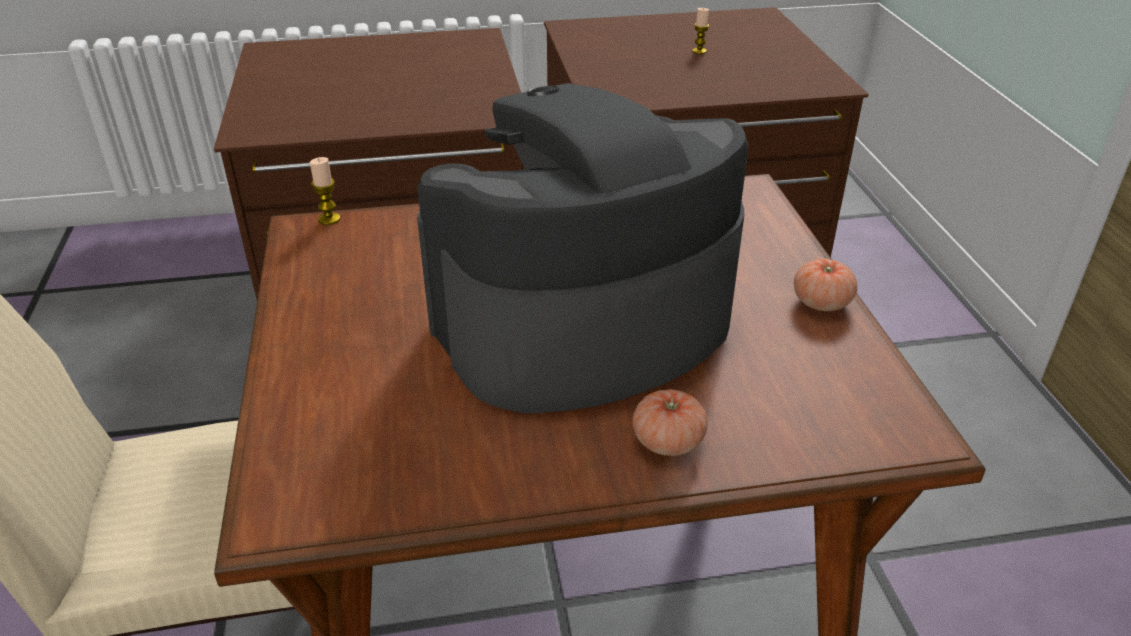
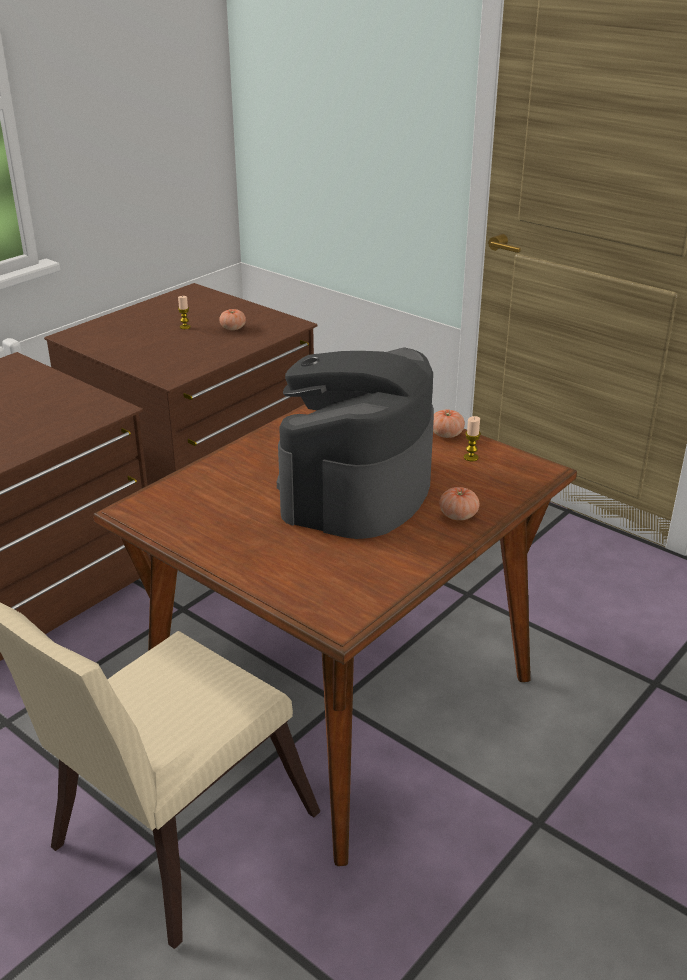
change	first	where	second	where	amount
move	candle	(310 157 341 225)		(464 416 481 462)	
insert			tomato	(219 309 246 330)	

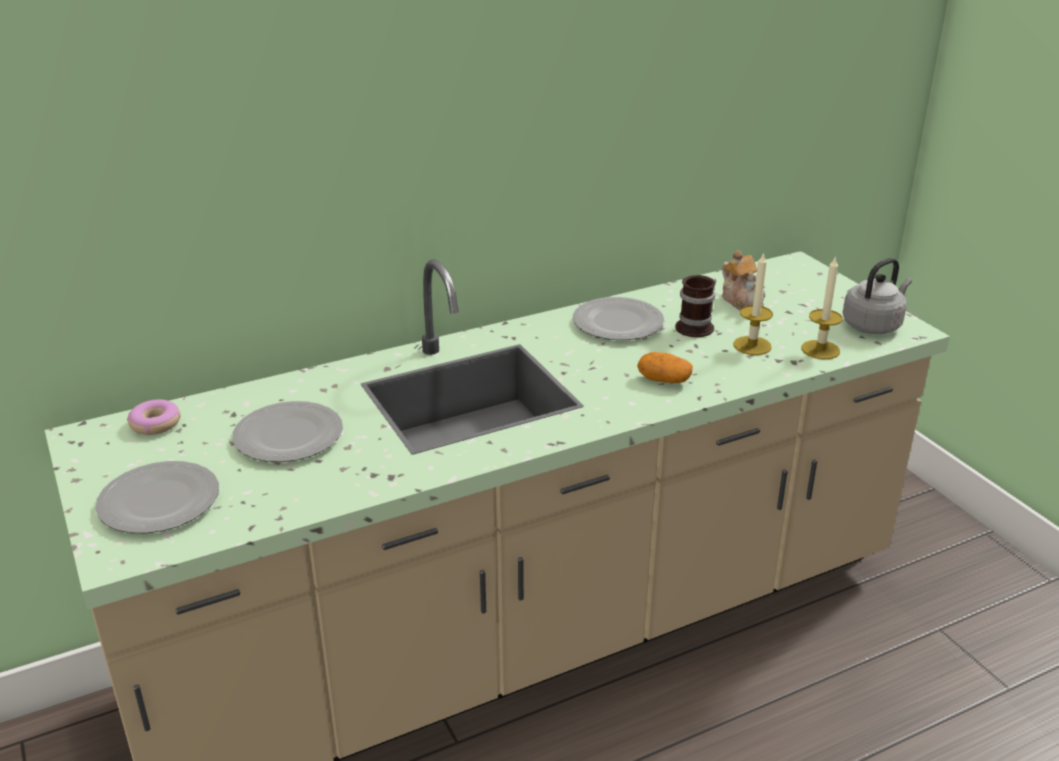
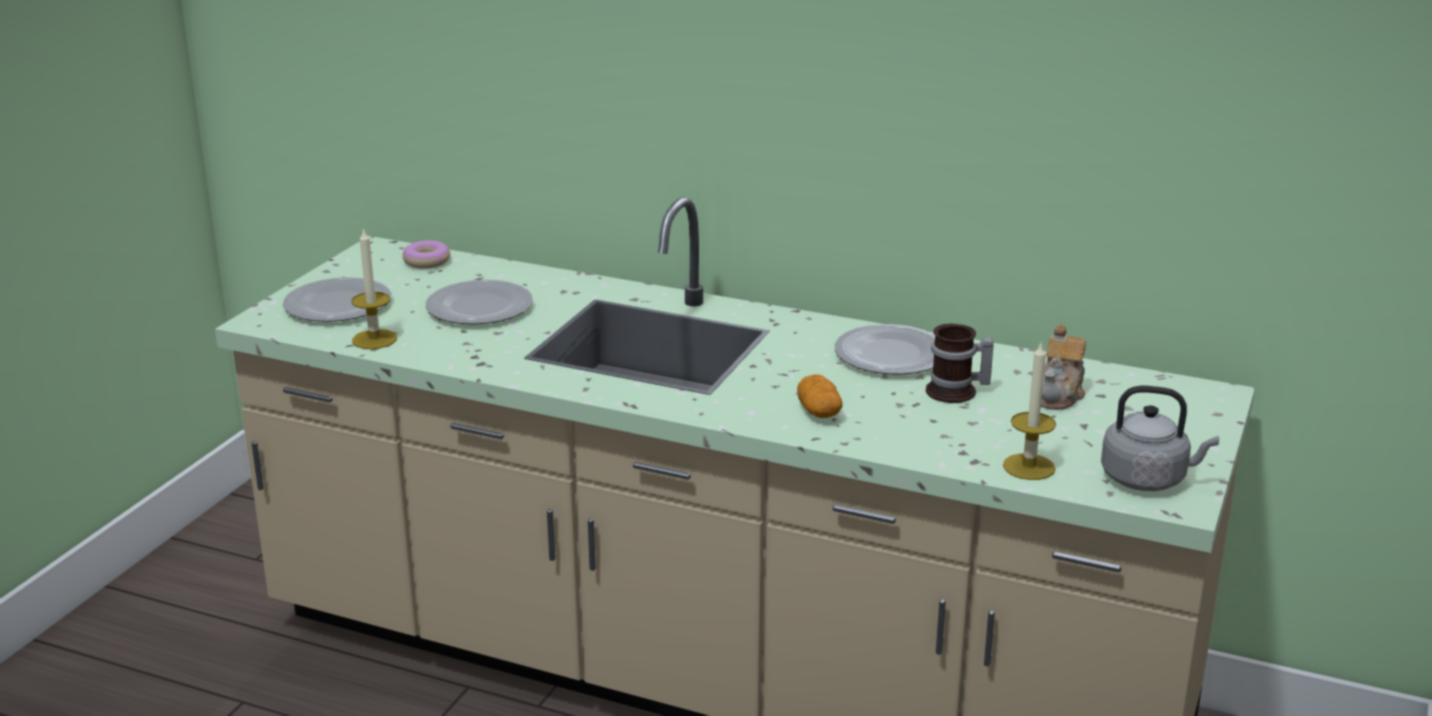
change	first	where	second	where	amount
move	candle	(733 252 773 355)		(351 227 397 349)	

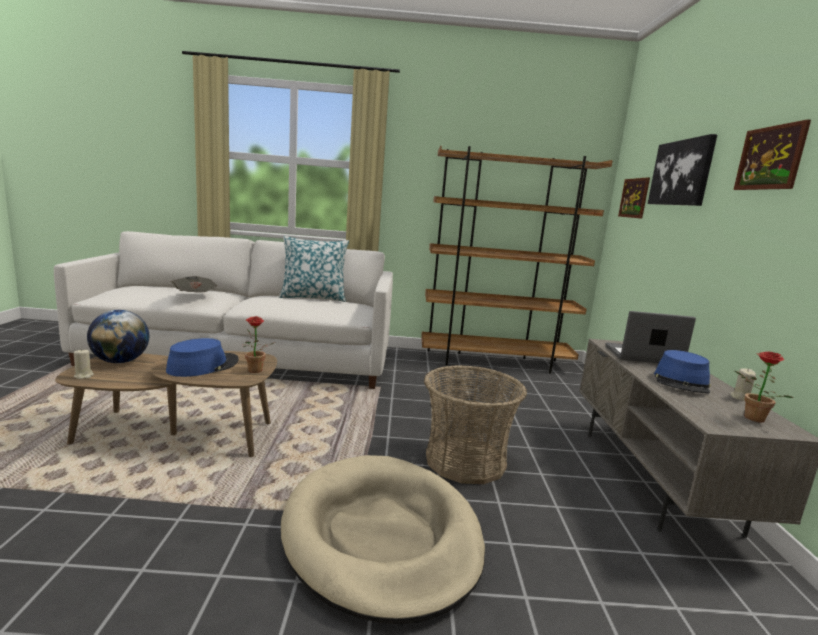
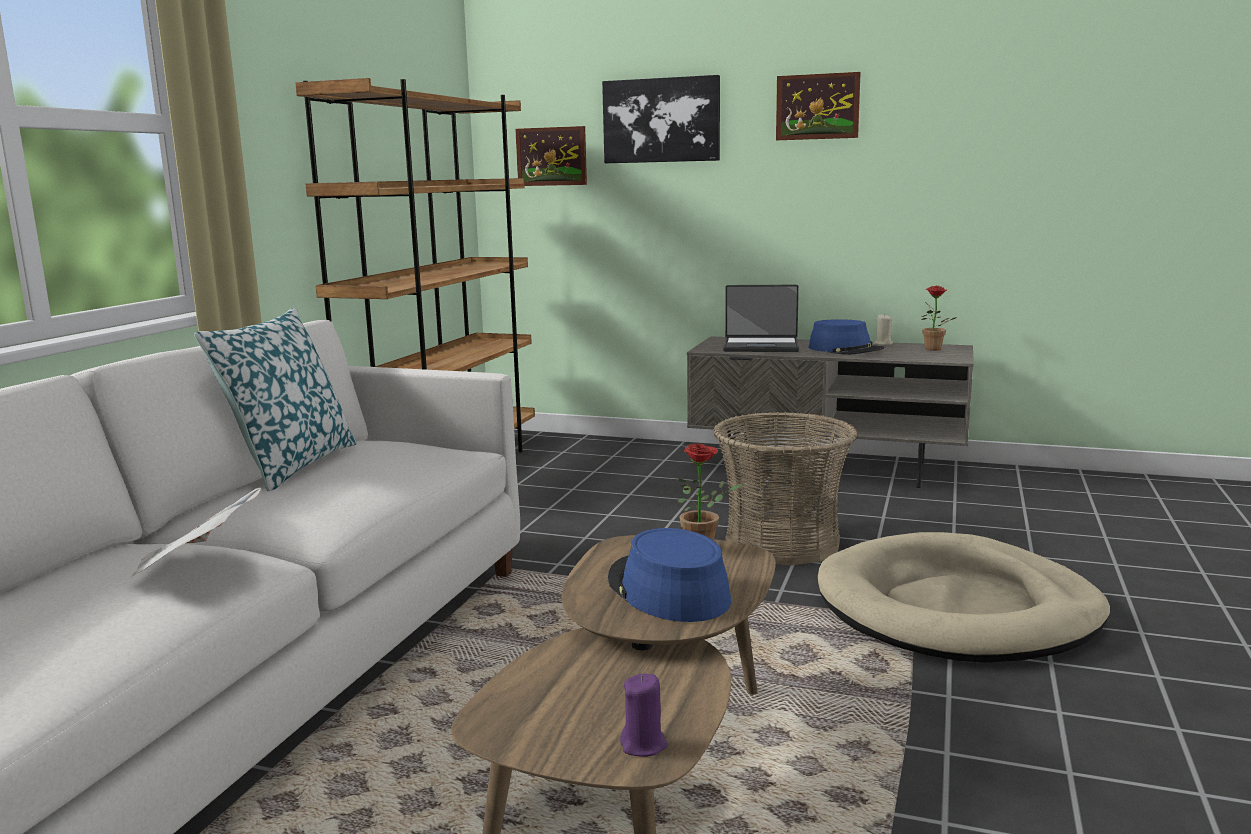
change	first	where	second	where	amount
delete	globe	(87 310 149 363)			
rotate	laptop	(606 311 696 363)		(723 285 799 352)	105 degrees counterclockwise
recolor	candle/beige	(74 349 94 379)	candle/purple	(620 673 668 757)	

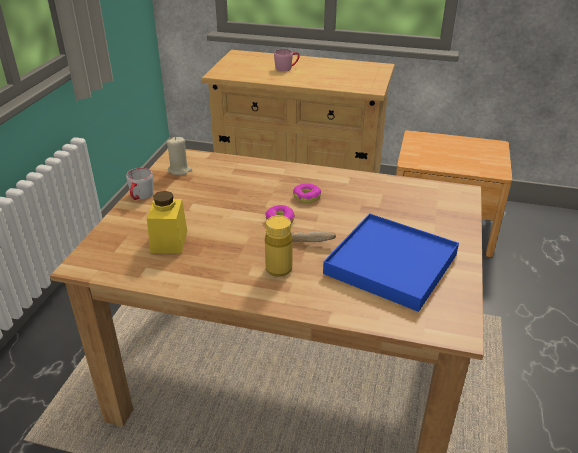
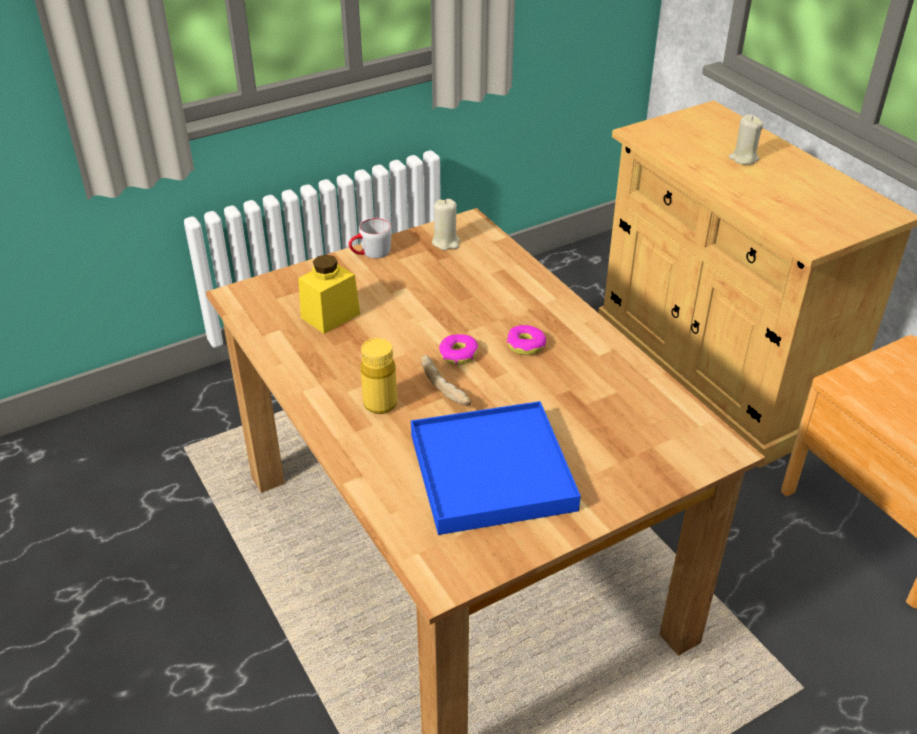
change	first	where	second	where	amount
replace	mug/pink	(274 49 300 71)	candle/beige	(729 114 764 165)	

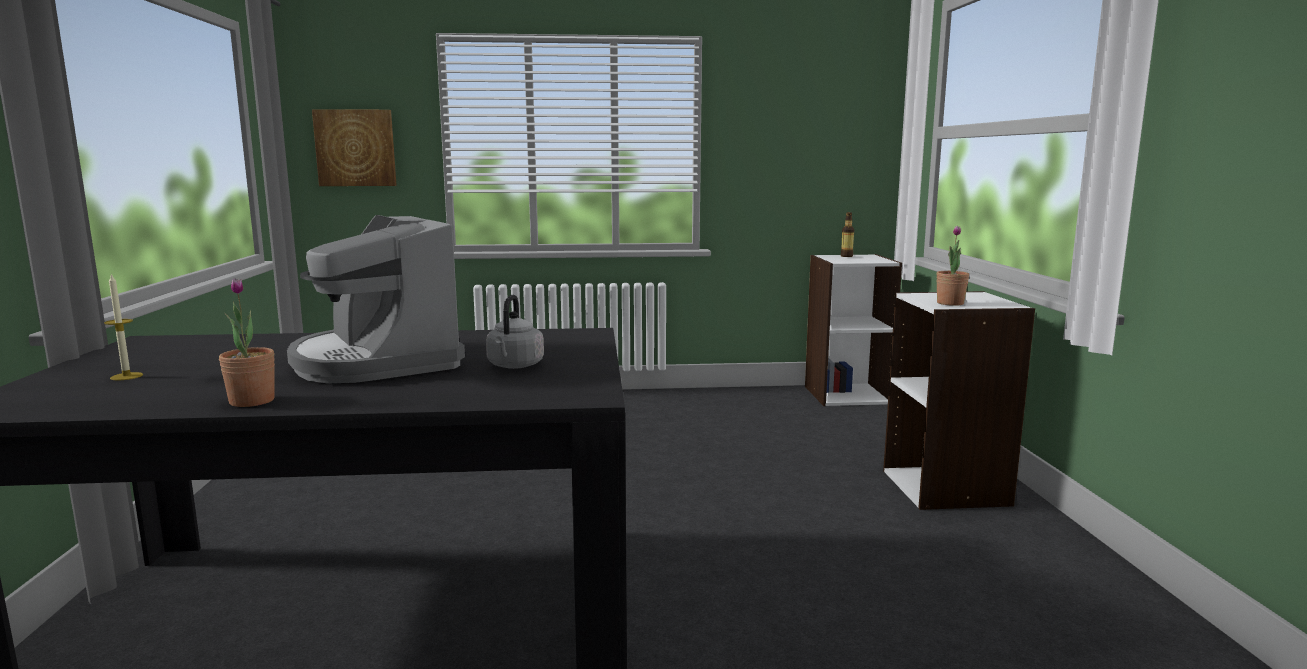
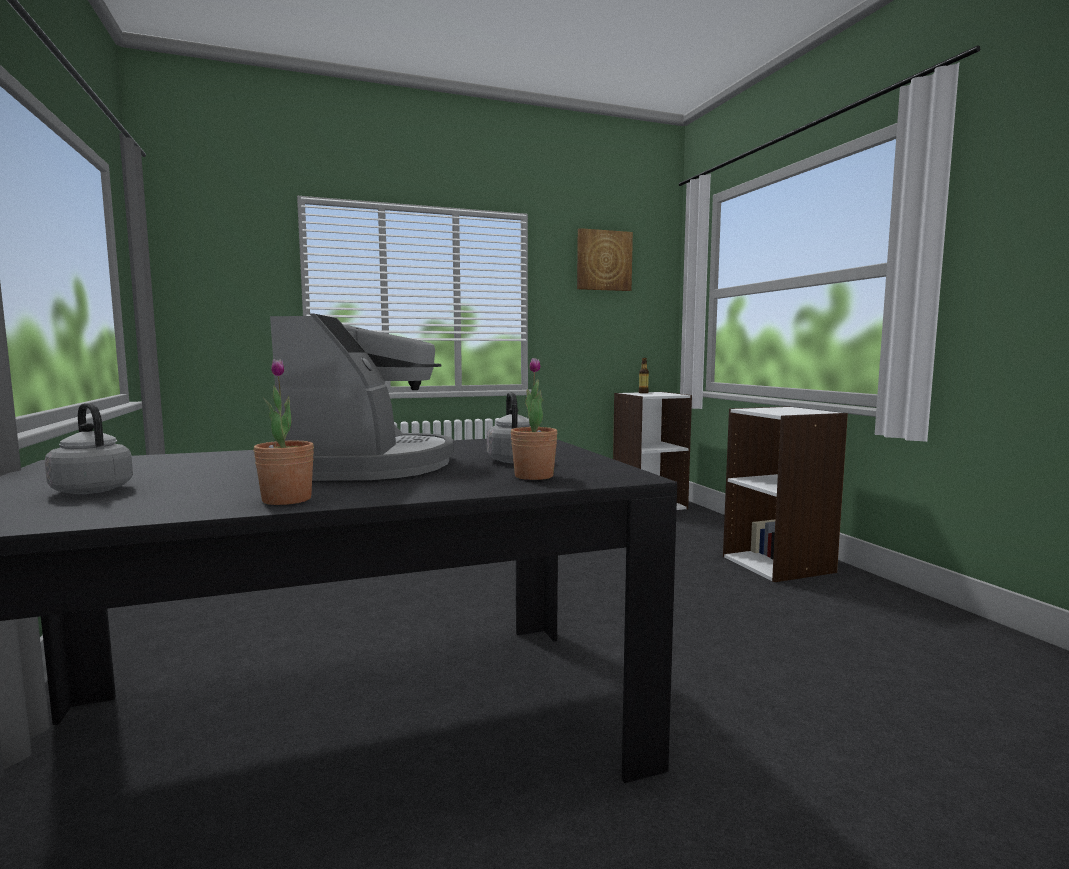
change	first	where	second	where	amount
move	picture	(312 109 397 186)		(577 228 633 291)	
rotate	coffee machine	(287 215 465 384)		(270 314 454 481)	135 degrees counterclockwise
move	potted plant	(936 226 969 306)		(510 358 558 480)	
replace	candle	(104 274 143 380)	kettle/grey	(45 403 133 494)	

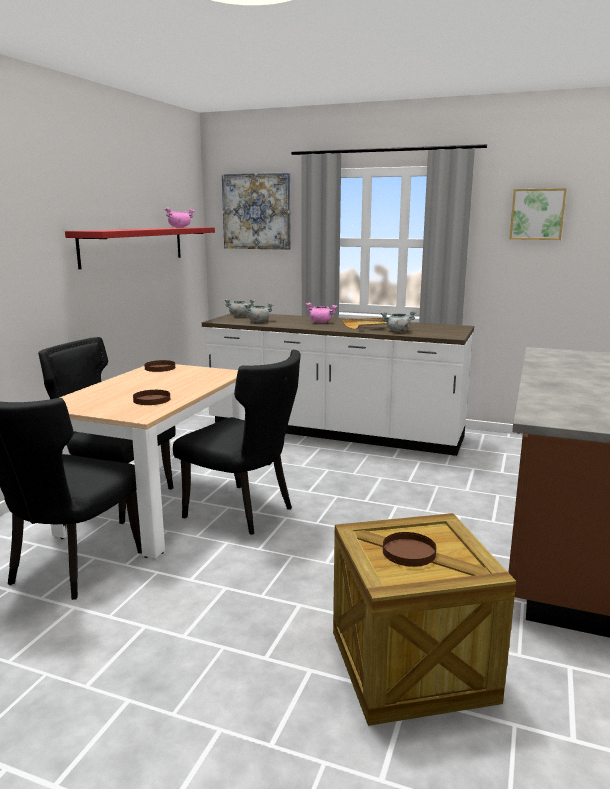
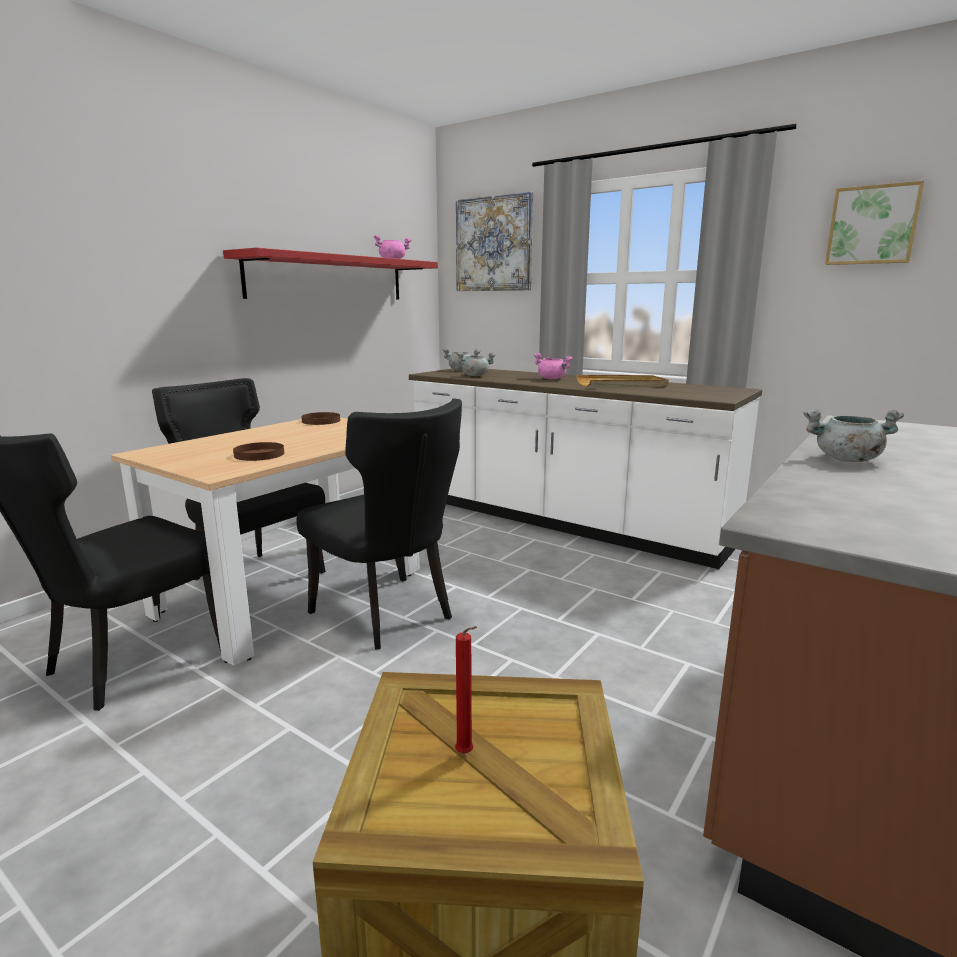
change	first	where	second	where	amount
move	cooking pot/grey	(381 310 416 332)		(803 409 904 462)	
replace	plate/brown	(383 532 436 567)	candle/red	(455 626 477 754)	

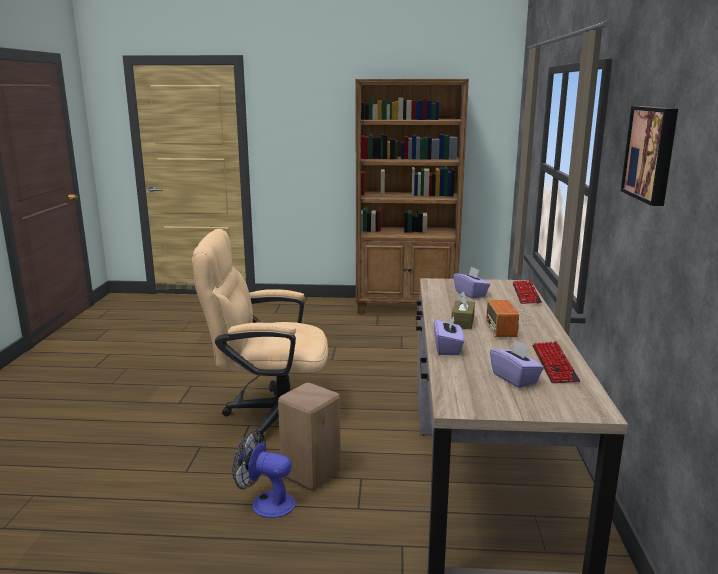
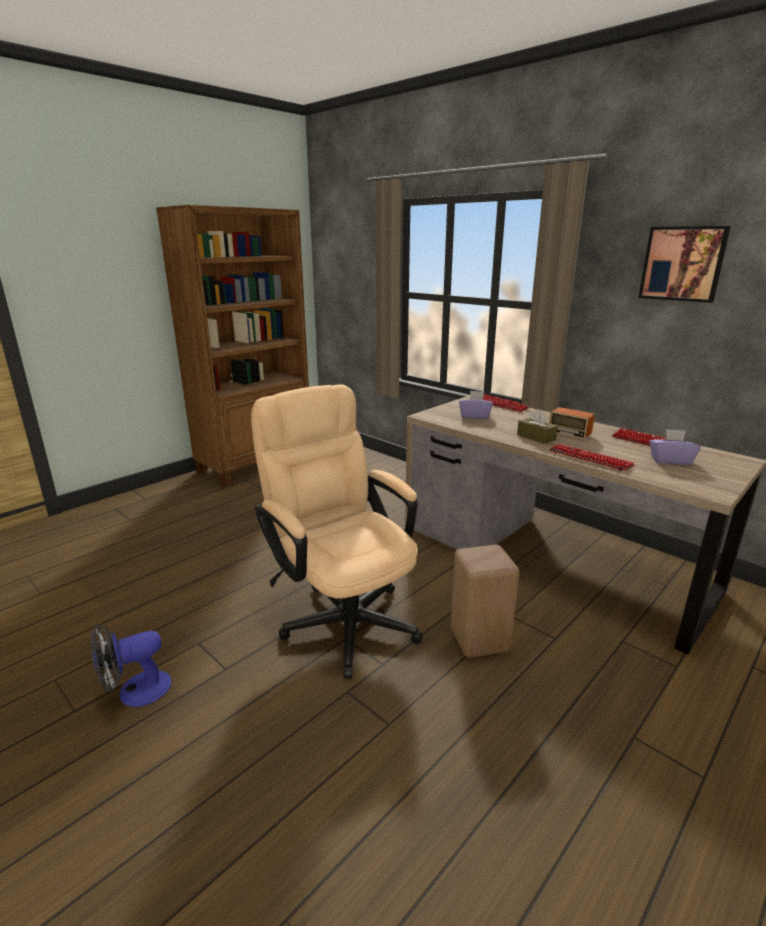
change	first	where	second	where	amount
rotate	office chair/beige	(192 229 333 443)		(251 384 423 679)	105 degrees clockwise
replace	tissue box/purple	(434 315 464 355)	keyboard	(549 444 635 471)	
move	fan	(232 431 295 518)		(91 624 171 707)	

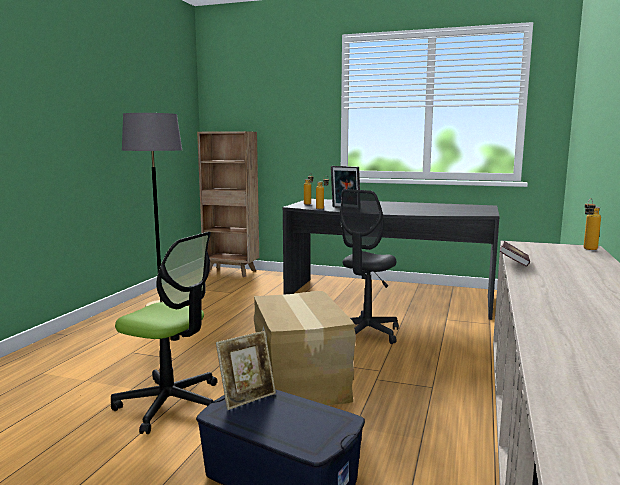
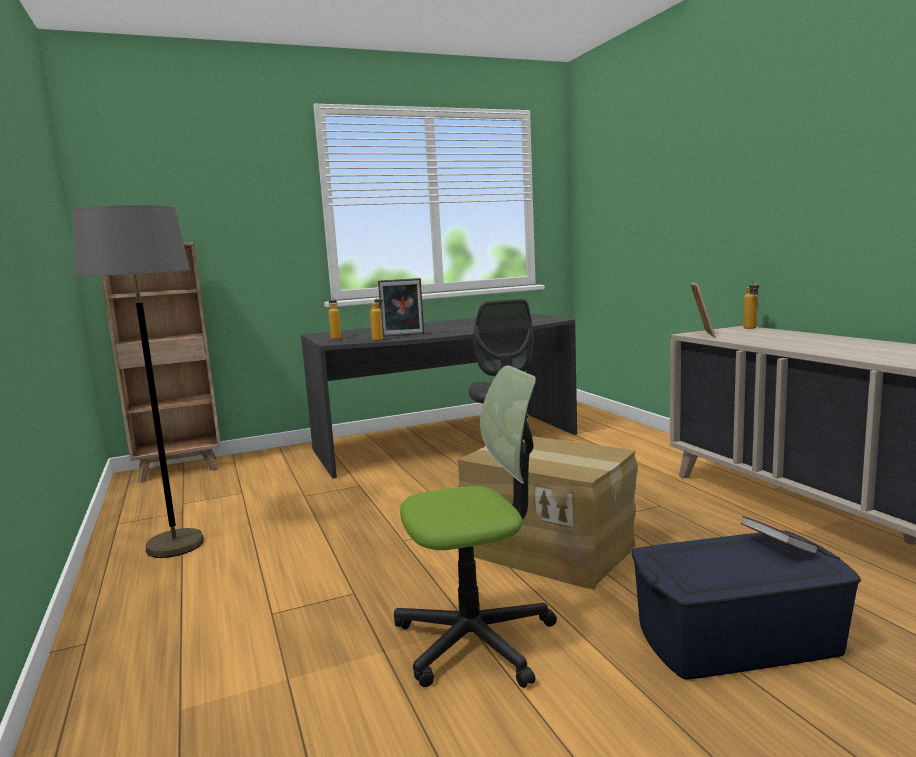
change	first	where	second	where	amount
move	book	(500 241 530 267)		(741 516 819 554)	
move	picture frame	(216 331 276 410)		(690 283 716 337)	

